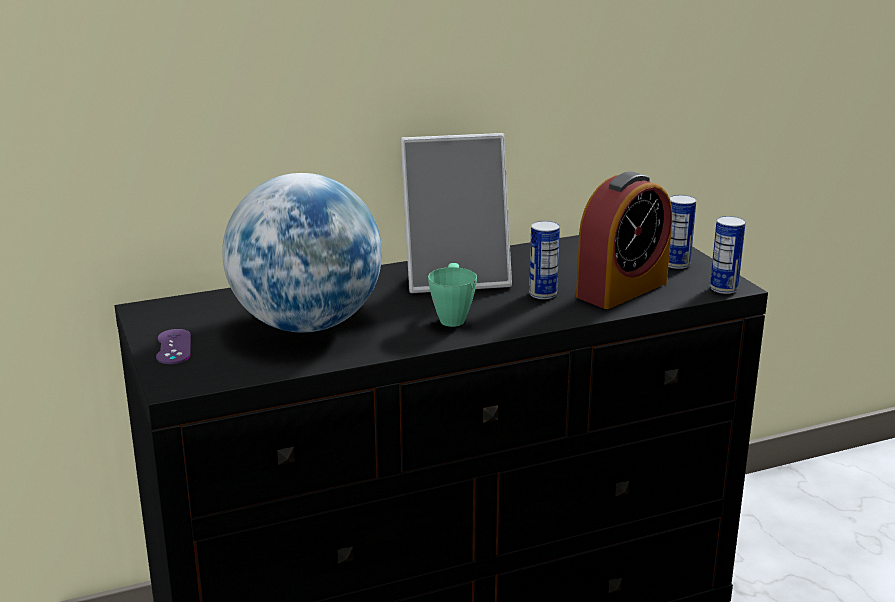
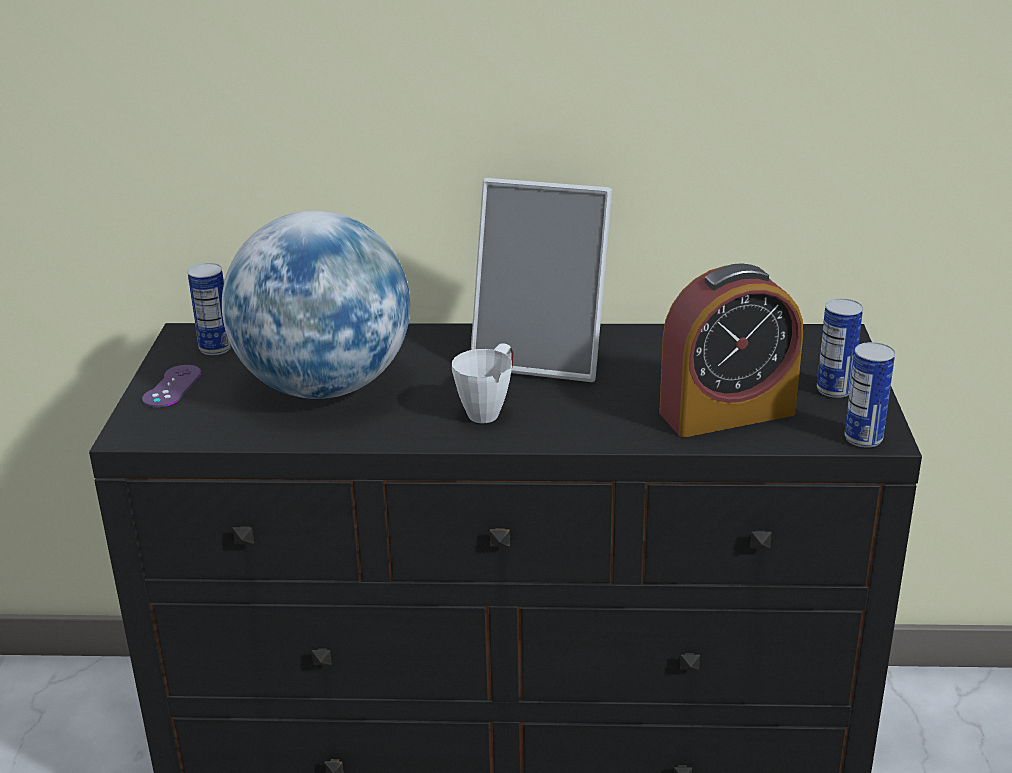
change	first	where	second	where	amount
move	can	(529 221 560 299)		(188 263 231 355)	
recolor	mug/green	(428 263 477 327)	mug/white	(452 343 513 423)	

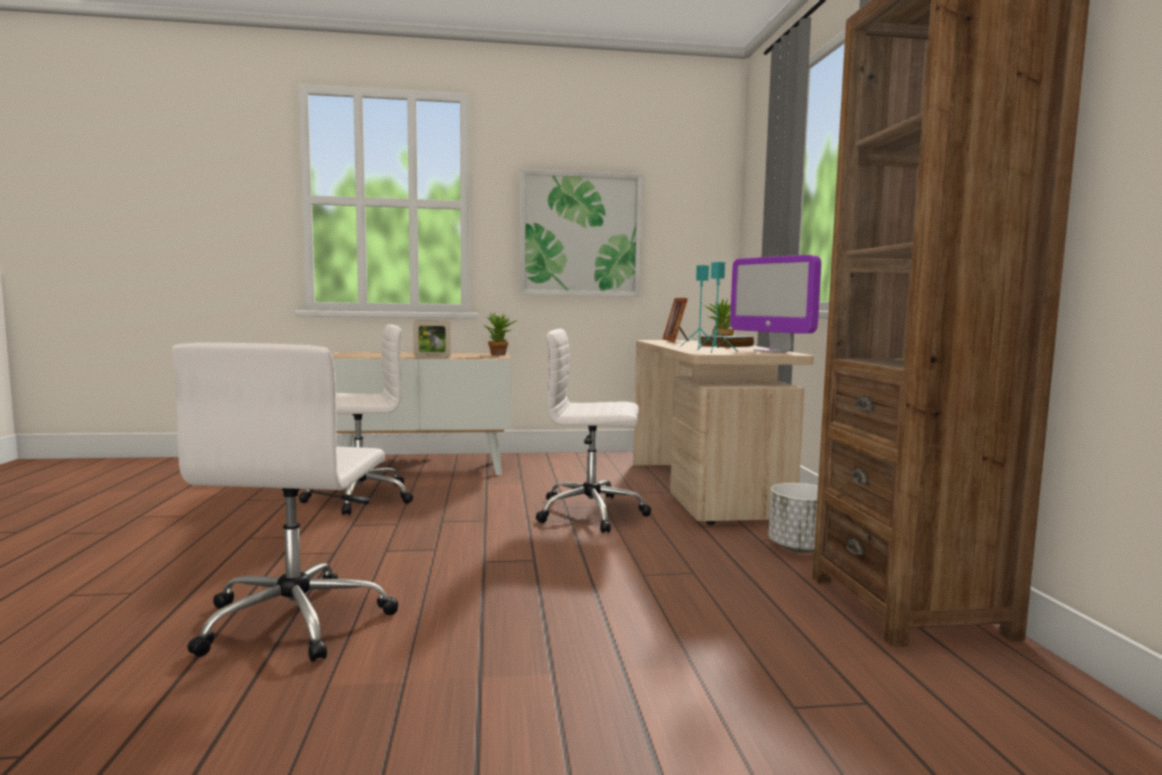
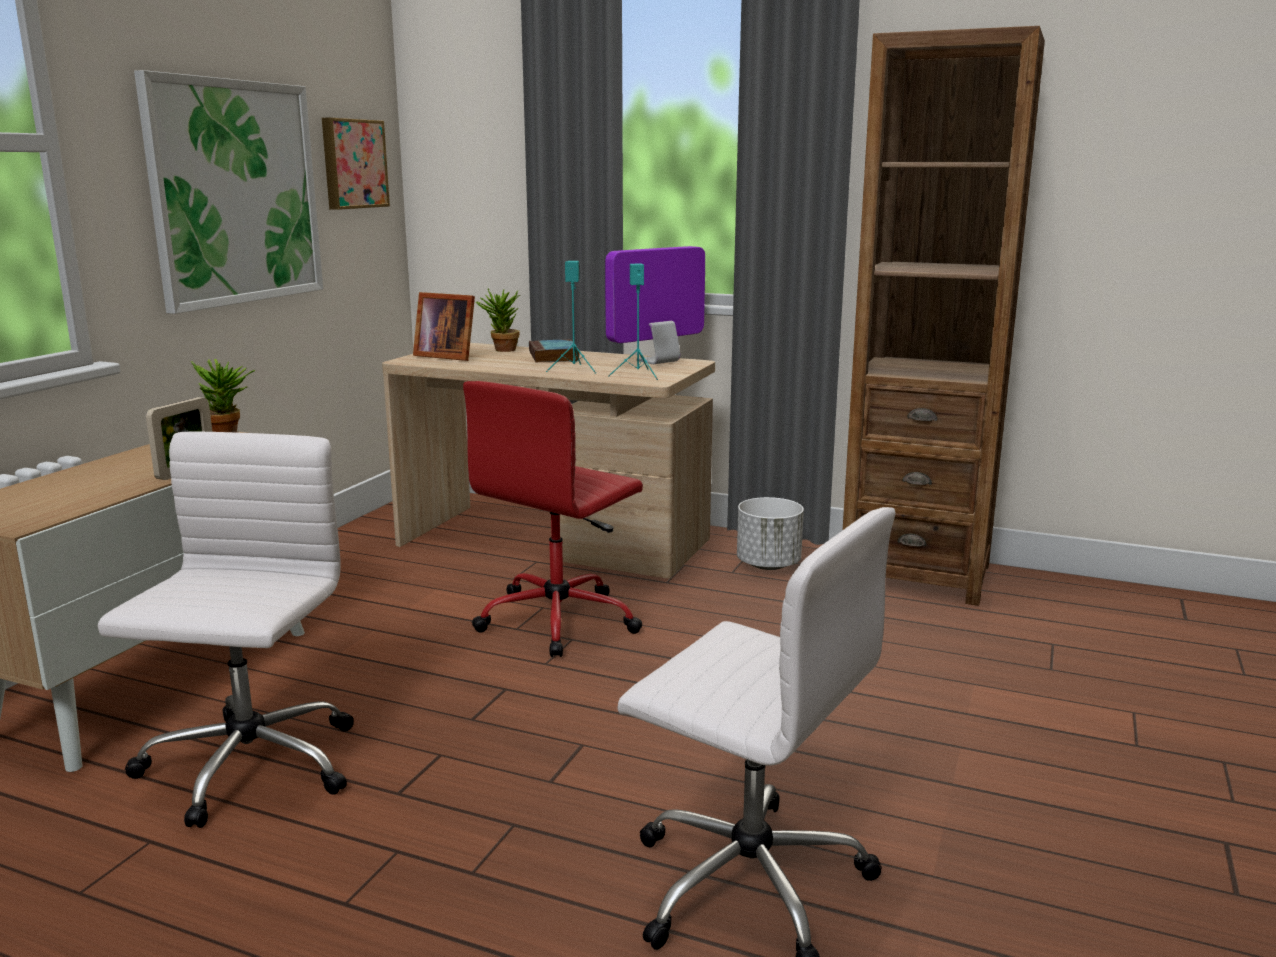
change	first	where	second	where	amount
rotate	monitor	(730 255 821 353)		(605 246 705 364)	150 degrees clockwise
recolor	office chair/white	(536 329 651 533)	office chair/red	(463 381 643 657)	
insert			picture	(322 118 390 210)	

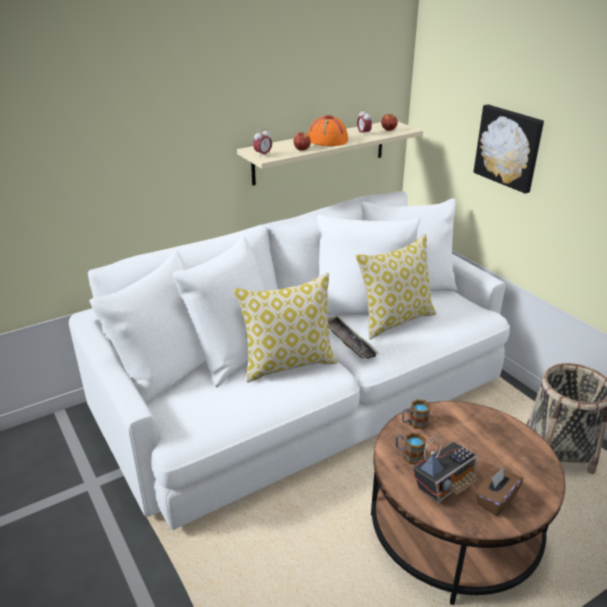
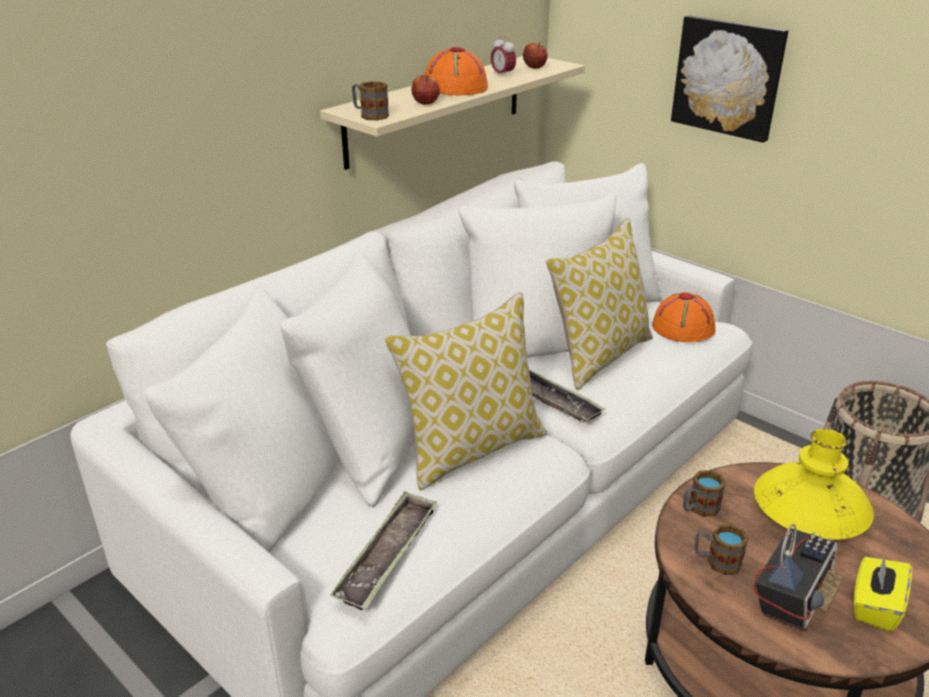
change	first	where	second	where	amount
replace	alarm clock	(253 128 272 156)	mug	(352 81 389 120)	
recolor	tissue box/brown	(475 468 523 516)	tissue box/yellow	(854 555 912 632)	
insert			hat/orange	(652 292 715 342)	
insert			vase/yellow	(754 429 874 540)	
insert			tray	(330 491 437 610)	

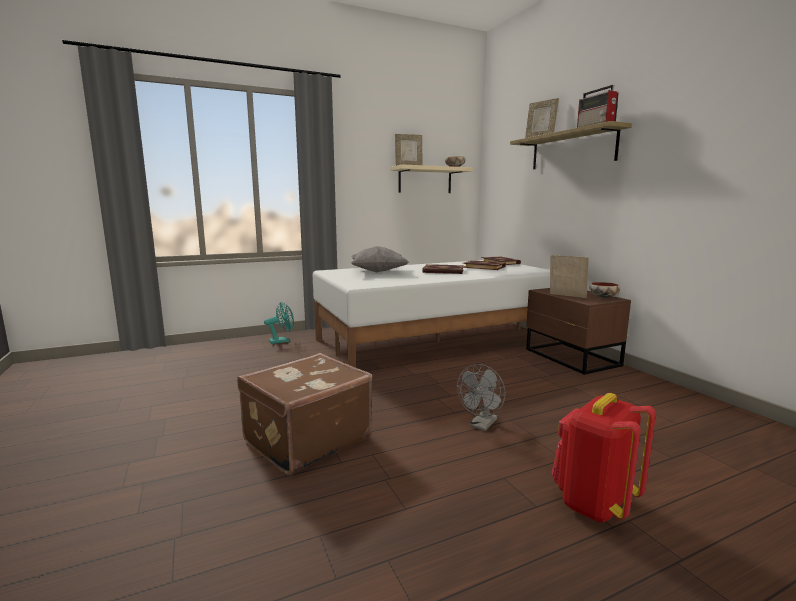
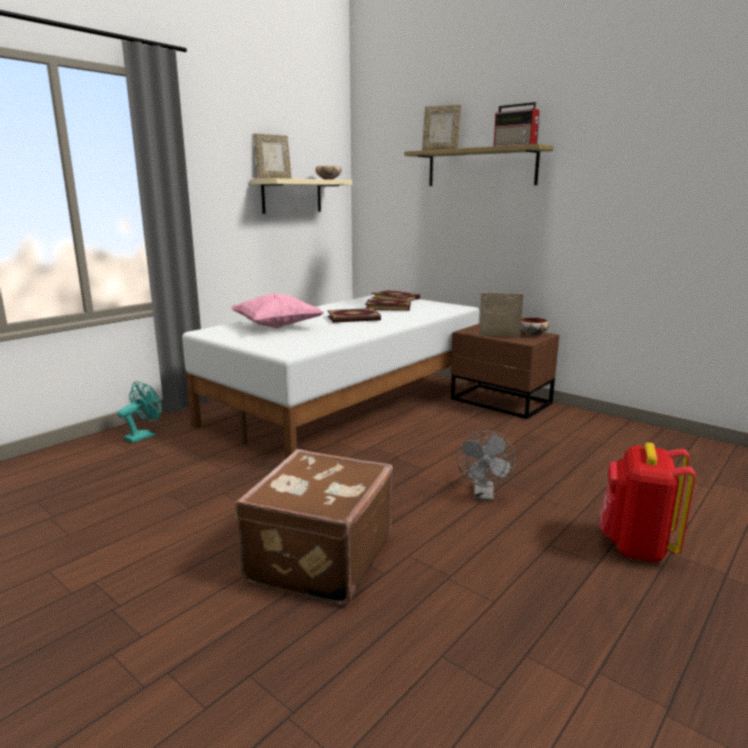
change	first	where	second	where	amount
recolor	pillow/grey	(351 246 409 273)	pillow/pink	(231 294 325 328)	

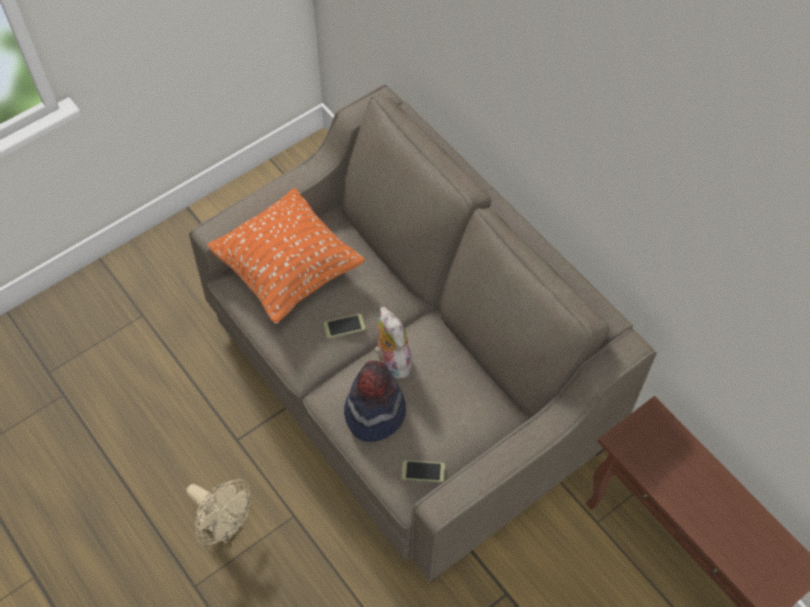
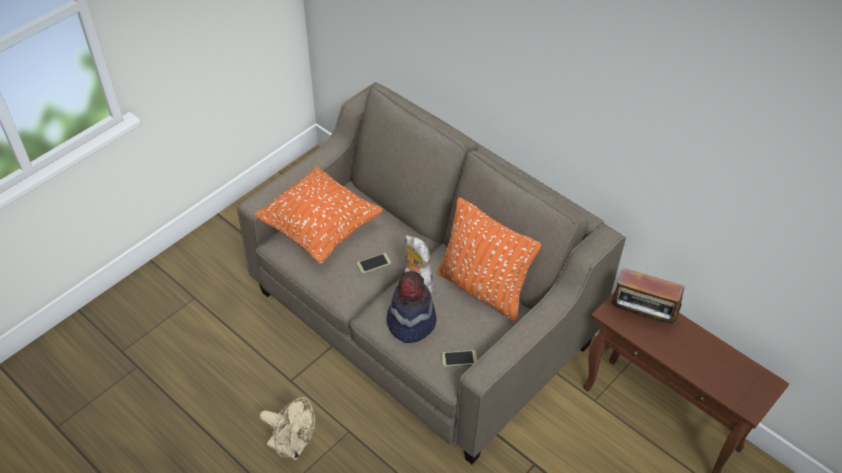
change	first	where	second	where	amount
insert			pillow/orange	(437 197 541 322)	
insert			radio	(612 268 684 327)	

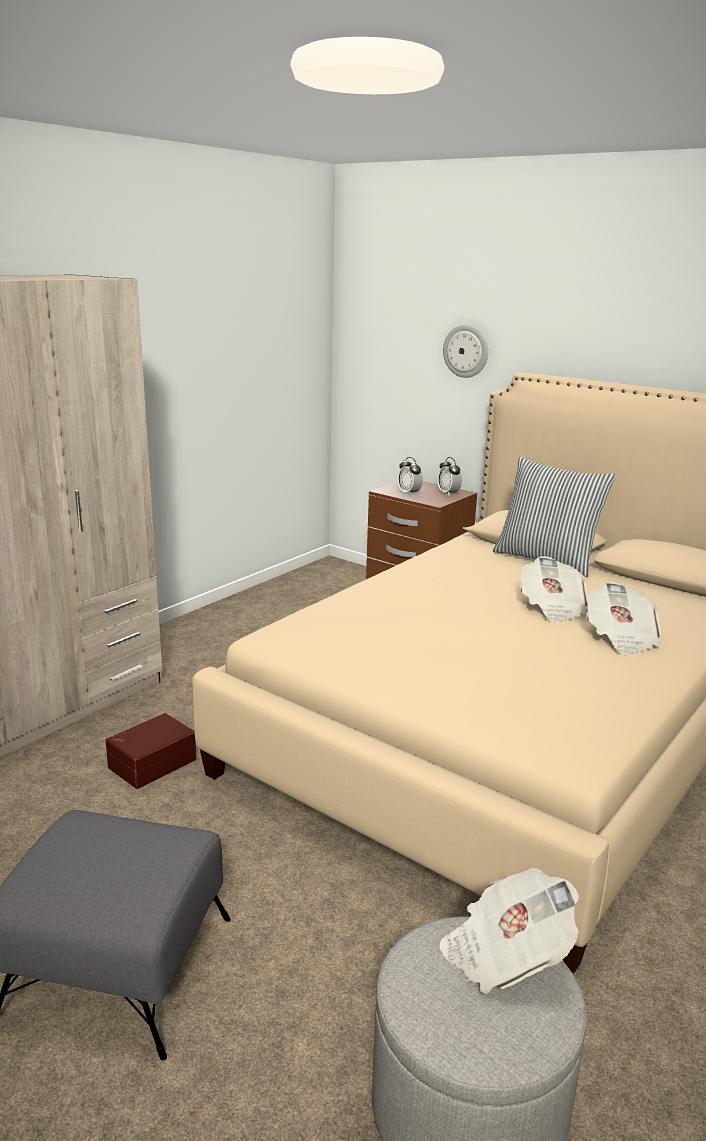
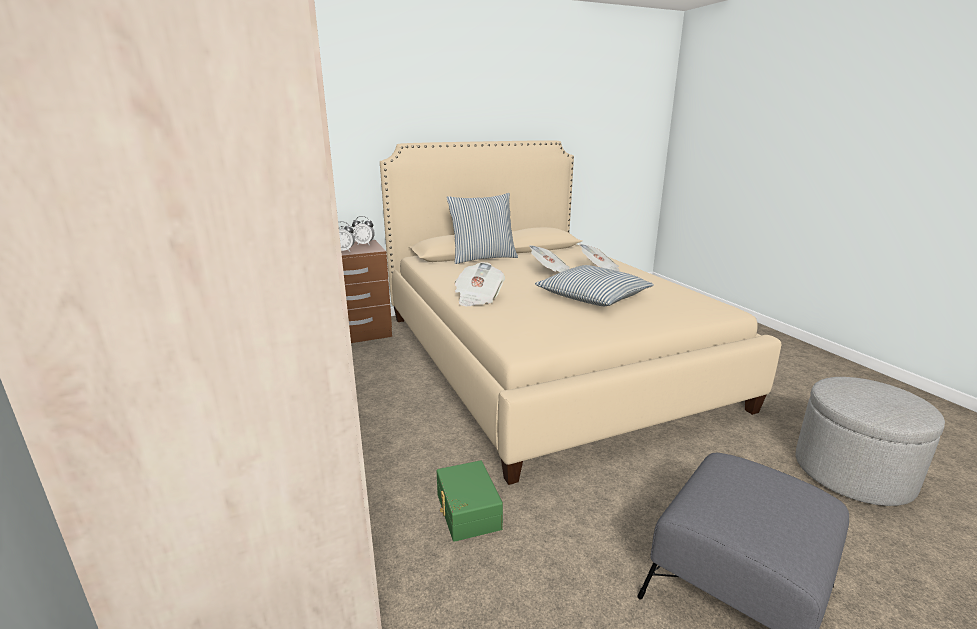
change	first	where	second	where	amount
delete	wall clock	(443 325 488 378)			
recolor	storage box/brown	(105 713 196 789)	storage box/green	(437 460 503 542)	
move	newspaper	(440 868 580 994)		(454 262 505 306)	
insert			pillow	(535 265 654 306)	

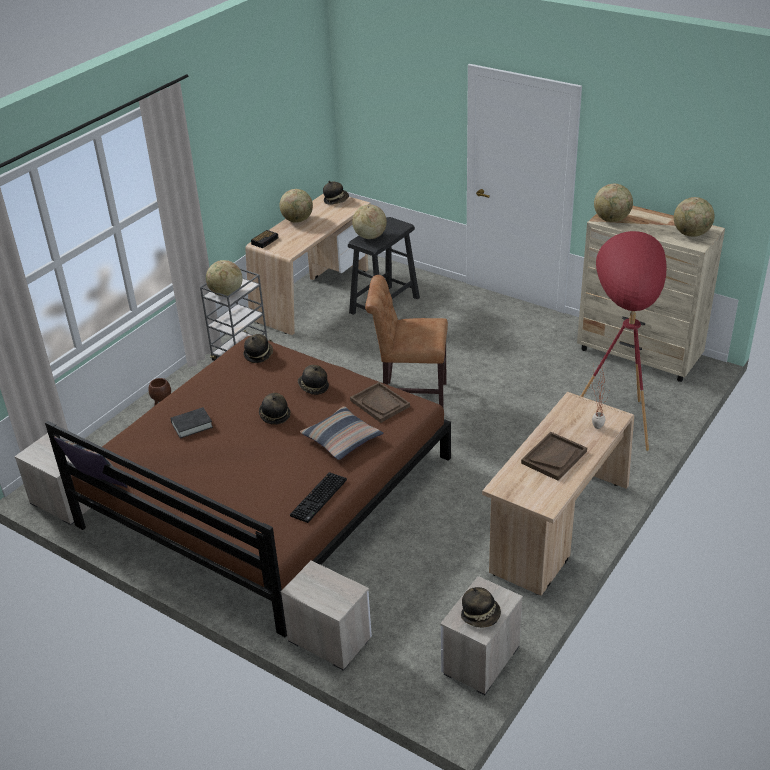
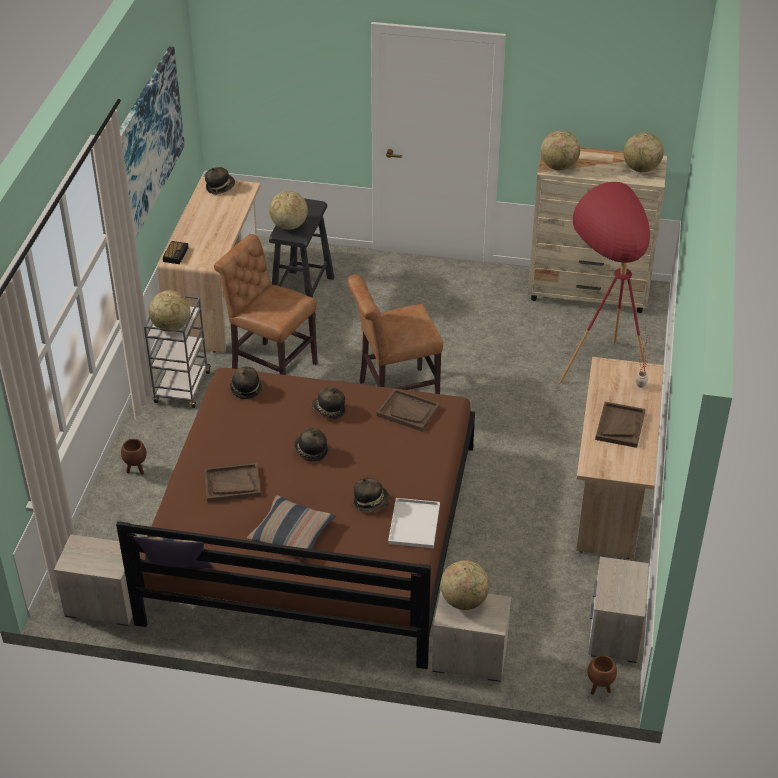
change	first	where	second	where	amount
move	globe	(279 189 313 223)		(441 560 490 610)	
move	pillow	(300 406 384 460)		(247 495 336 559)	
replace	book/black	(170 407 213 438)	tray/brown	(204 463 261 502)	
replace	keyboard	(290 472 347 523)	tray/white	(388 498 440 549)	
move	hat	(461 587 501 628)		(354 478 390 512)	
insert			picture	(120 47 185 239)	
insert			chair/brown	(214 234 318 375)	
insert			planter/brown	(587 655 617 695)	

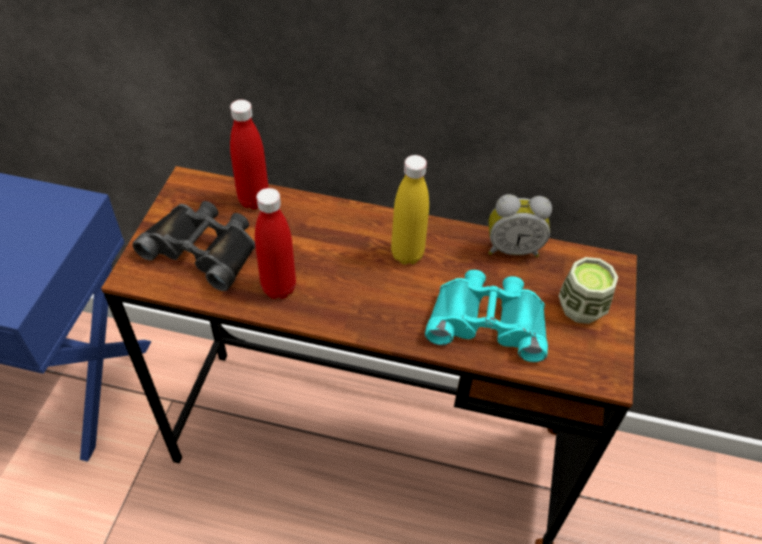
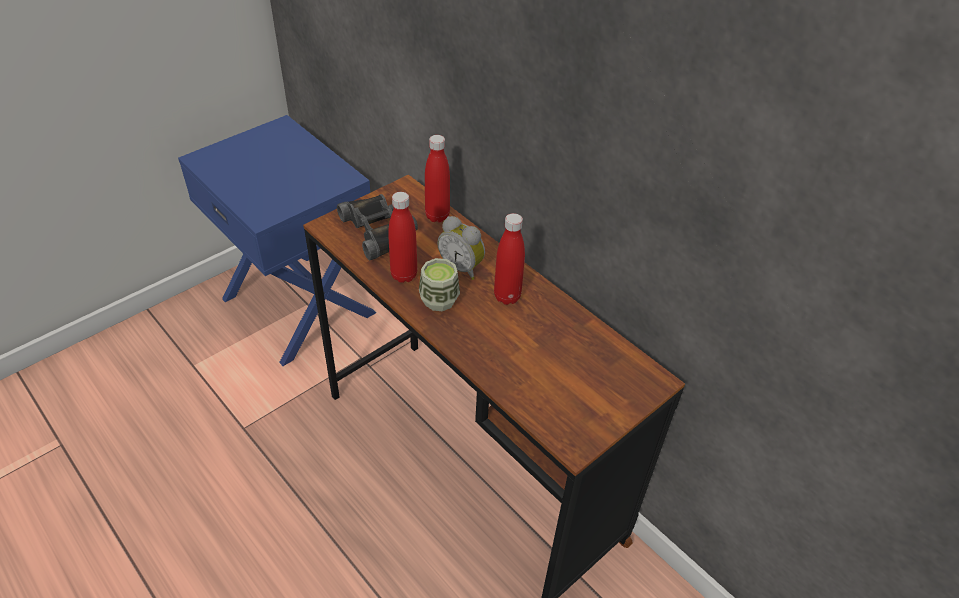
change	first	where	second	where	amount
recolor	bottle/yellow	(391 155 429 265)	bottle/red	(494 213 525 305)	
move	alarm clock	(488 194 552 257)		(437 216 485 280)	
move	cup	(558 257 618 324)		(419 258 460 311)	
delete	binoculars/turquoise	(425 270 548 362)			

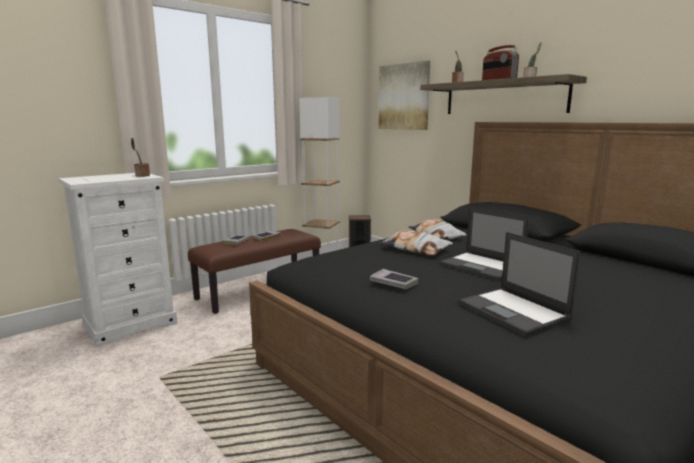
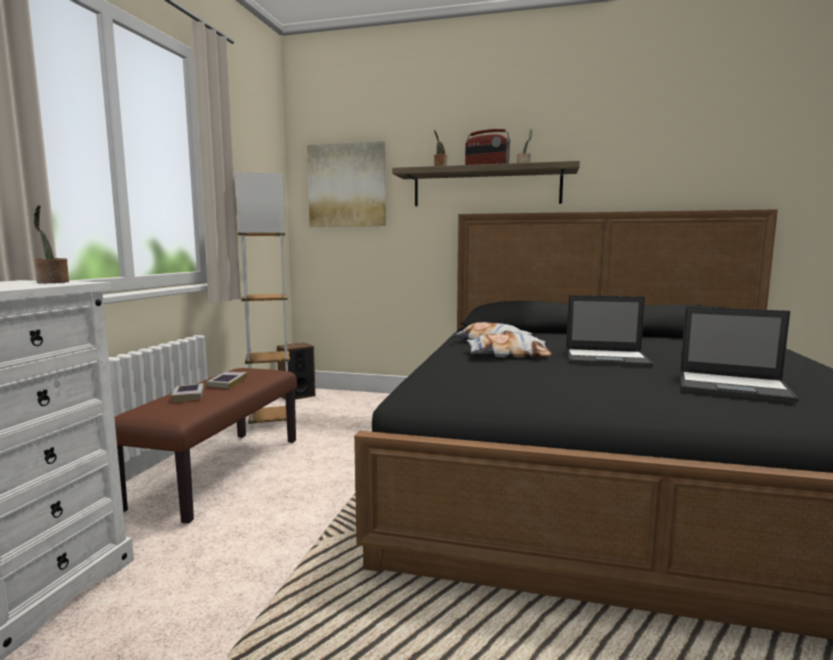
change	first	where	second	where	amount
delete	book	(370 269 419 289)			

